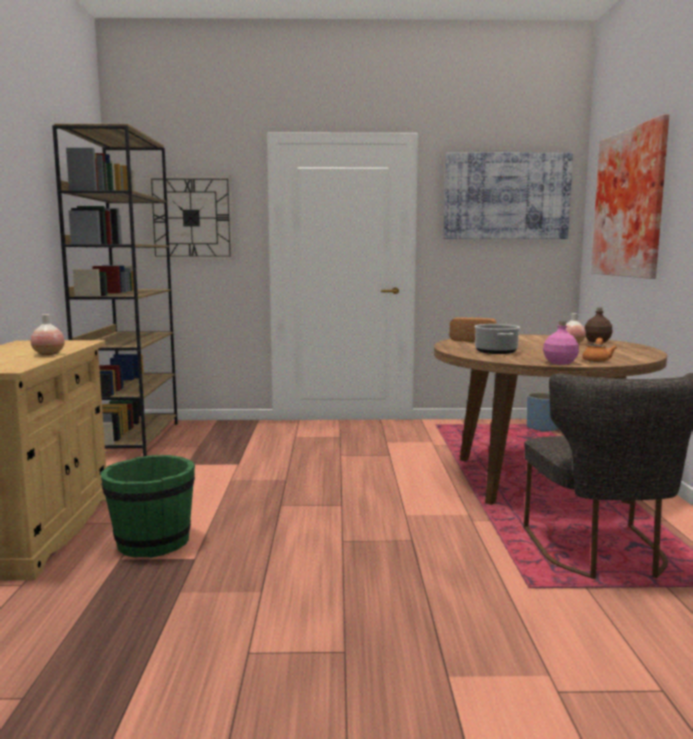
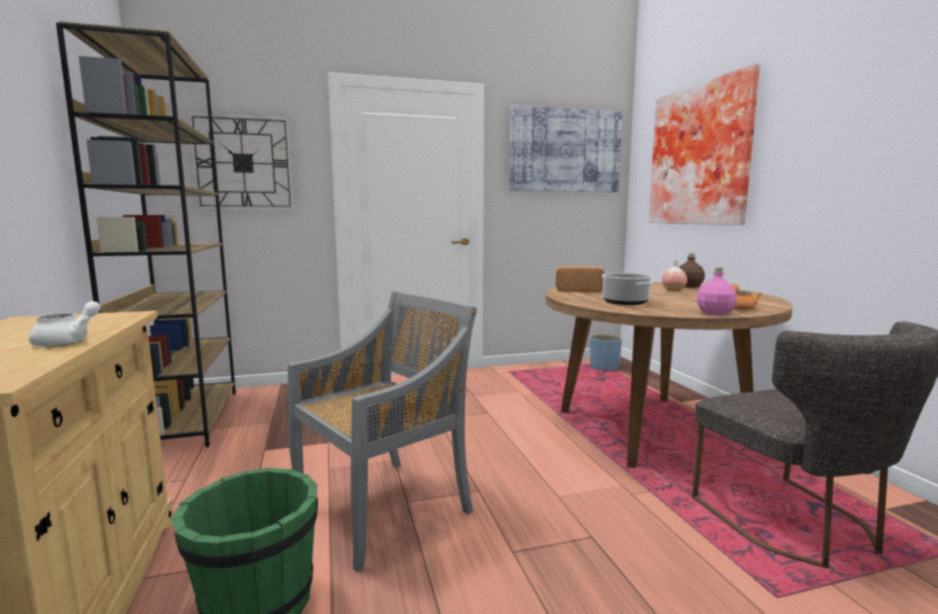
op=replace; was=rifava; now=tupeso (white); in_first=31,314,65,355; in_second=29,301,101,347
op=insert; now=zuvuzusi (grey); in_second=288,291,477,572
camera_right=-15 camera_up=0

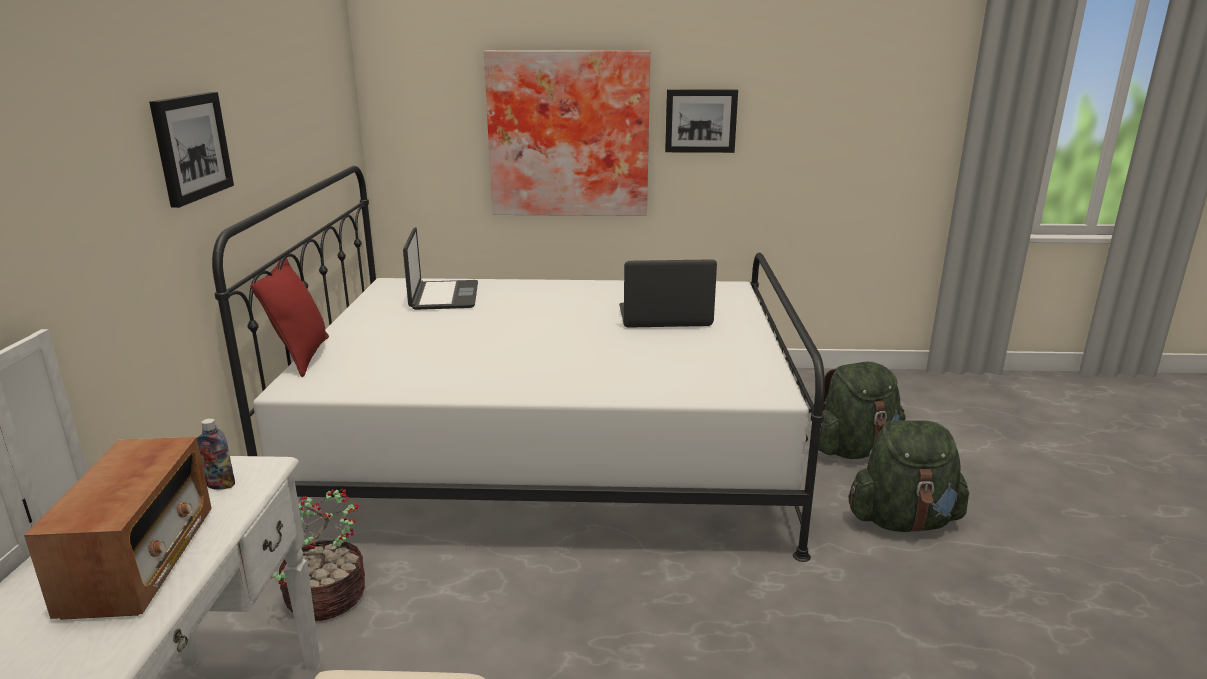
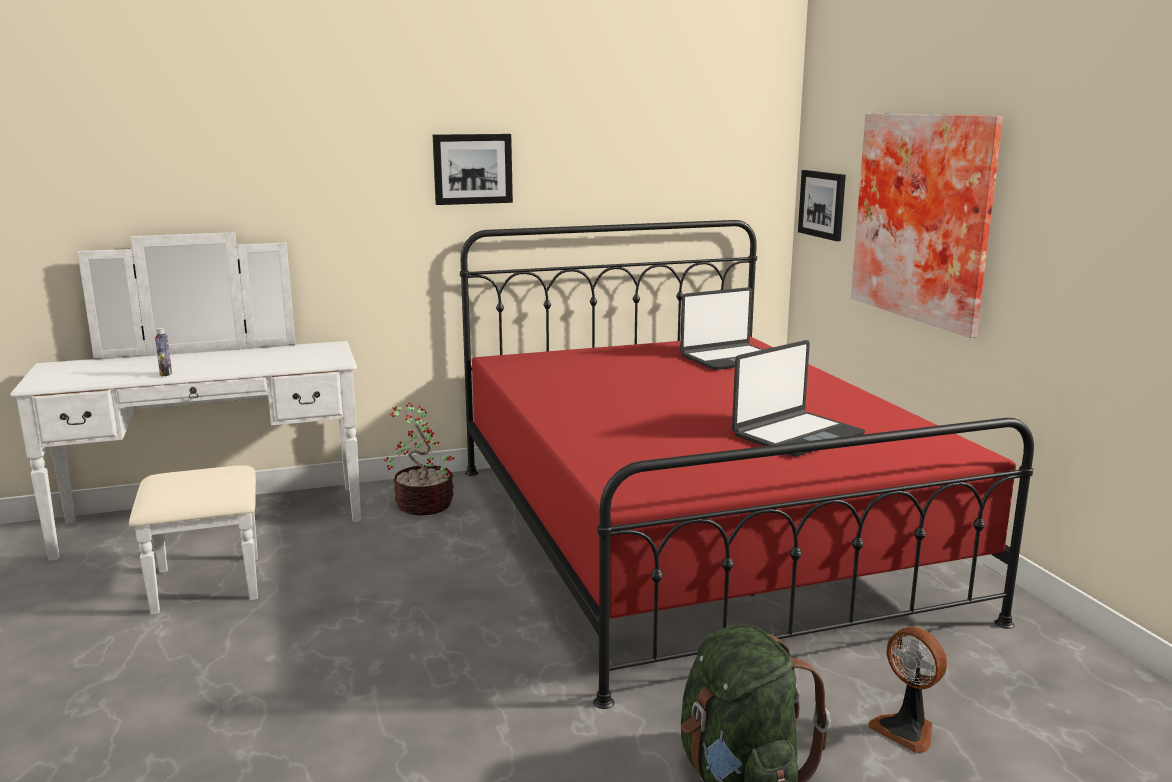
op=move; was=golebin; in_first=197,418,235,490; in_second=155,328,172,376
op=recolor; was=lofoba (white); now=lofoba (red); in_first=212,166,825,562; in_second=460,220,1034,709
op=rotate; was=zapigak; in_first=619,259,717,328; in_second=732,340,865,457; clockwise=75
op=move; was=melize; in_first=665,89,738,153; in_second=798,170,846,241
op=replace; was=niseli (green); now=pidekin; in_first=818,362,905,459; in_second=869,627,947,753
op=delete; was=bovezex; in_first=24,437,212,620
op=delete; was=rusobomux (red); in_first=250,258,329,377
camera_right=70 camera_up=-5

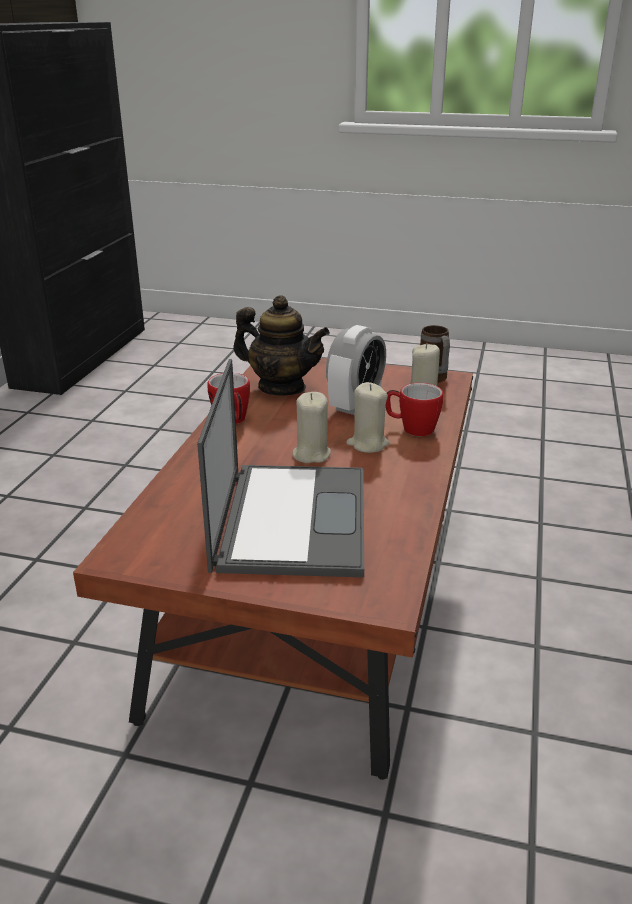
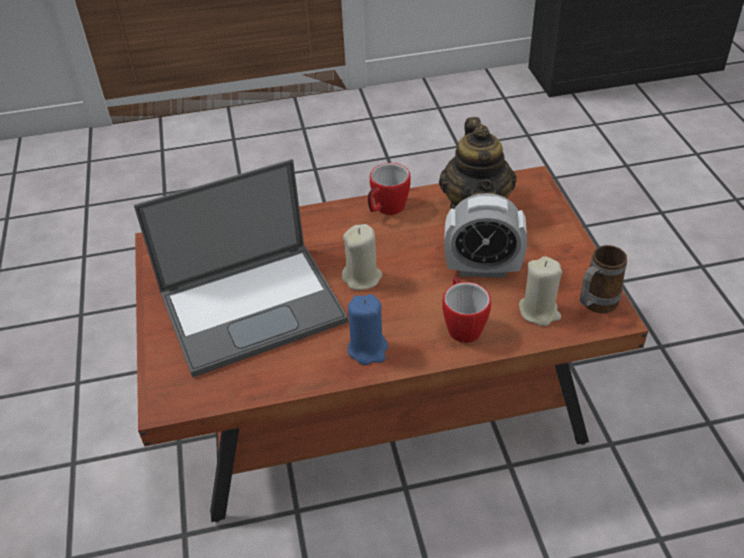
op=insert; now=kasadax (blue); in_second=348,294,388,365
op=delete; was=kasadax (beige); in_first=346,382,389,453
camera_right=65 camera_up=15

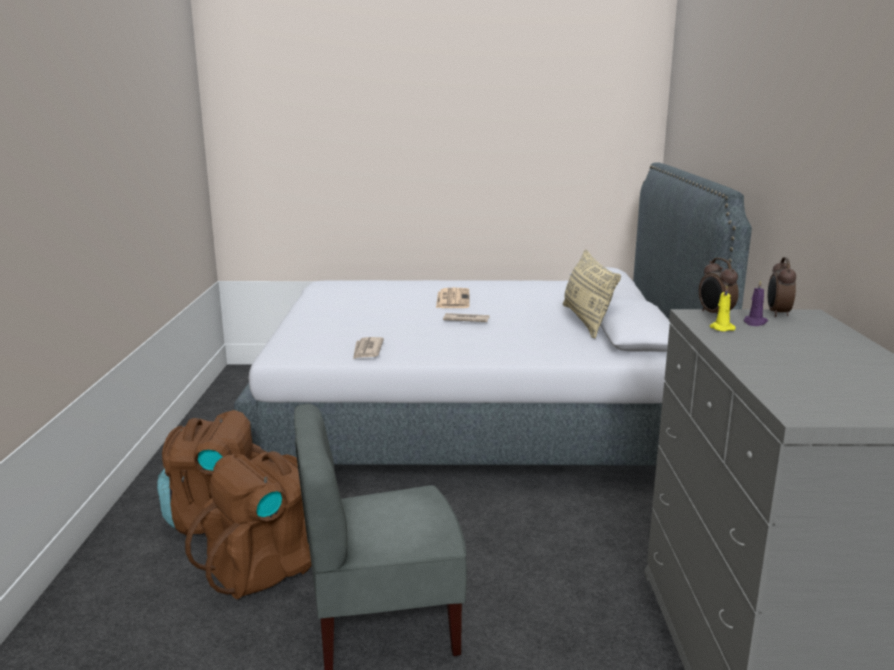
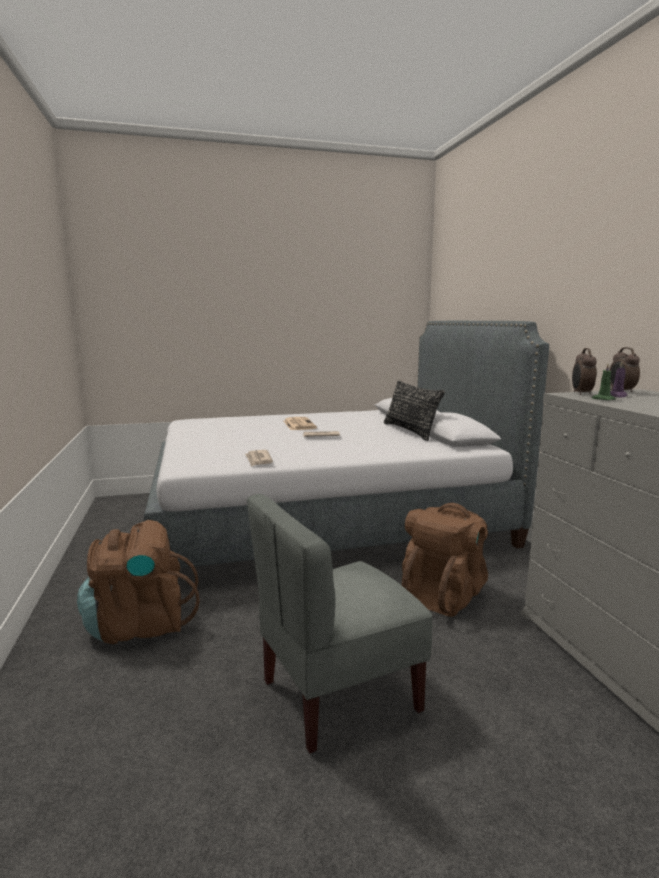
op=recolor; was=rusobomux (beige); now=rusobomux (black); in_first=563,249,621,338; in_second=384,380,445,441
op=move; was=niseli (brown); in_first=185,451,312,599; in_second=402,503,488,617
op=rotate; was=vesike; in_first=699,258,739,314; in_second=572,348,596,395; clockwise=45
op=recolor; was=kasadax (yellow); now=kasadax (green); in_first=709,286,736,332; in_second=592,364,615,400
camera_right=-15 camera_up=-5

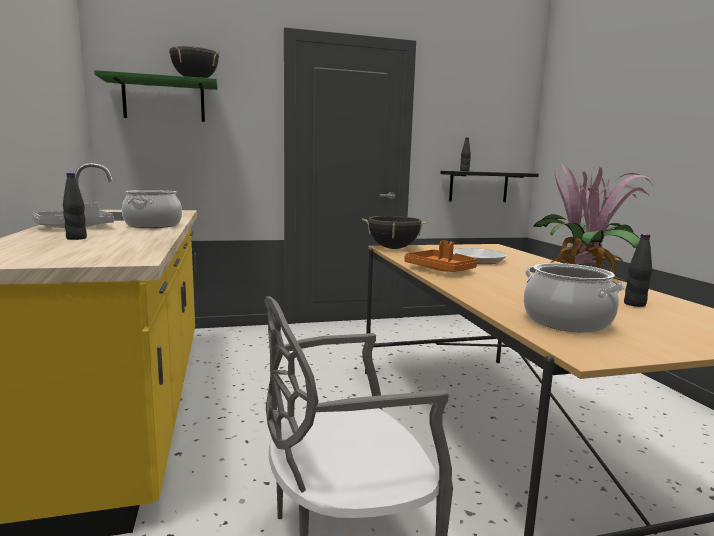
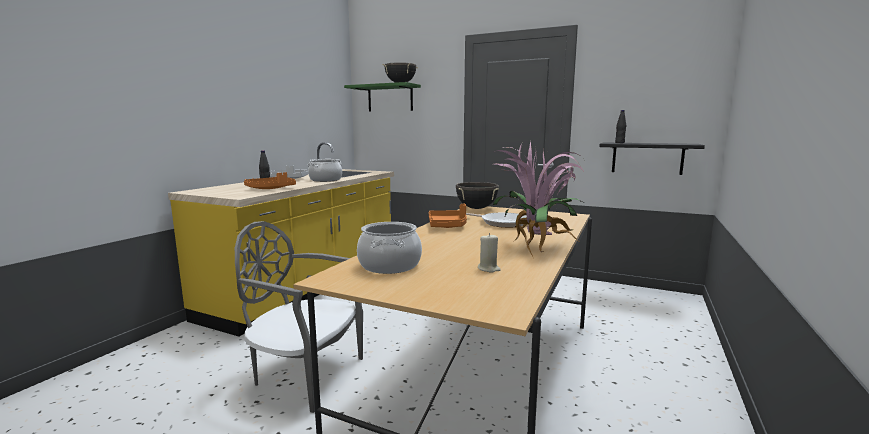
op=insert; now=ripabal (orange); in_second=244,172,296,189
op=replace; was=golebin (black); now=kasadax (beige); in_first=624,234,652,307; in_second=478,233,501,273
camera_right=40 camera_up=0

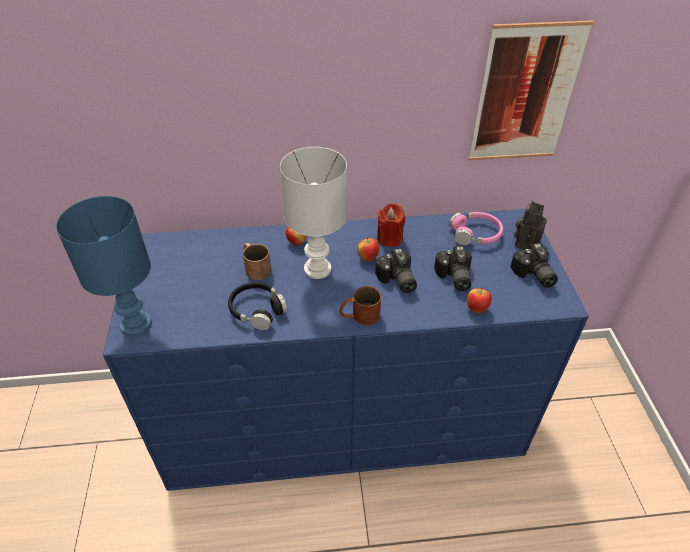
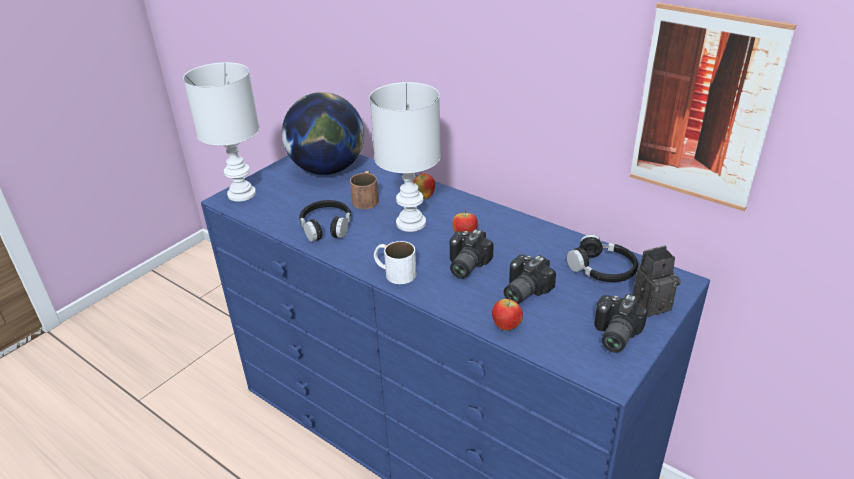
op=recolor; was=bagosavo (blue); now=bagosavo (white); in_first=56,196,152,336; in_second=183,62,259,202
op=insert; now=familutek; in_second=282,92,364,175
op=recolor; was=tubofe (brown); now=tubofe (white); in_first=339,286,381,325; in_second=374,241,417,284
op=recolor; was=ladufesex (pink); now=ladufesex (black); in_first=449,212,503,245; in_second=567,234,638,282
op=delete; was=kasadax (red); in_first=377,203,405,247
camera_right=45 camera_up=-10

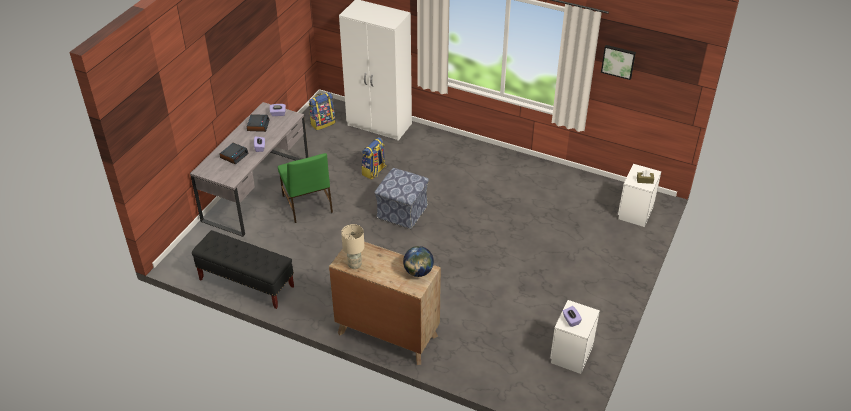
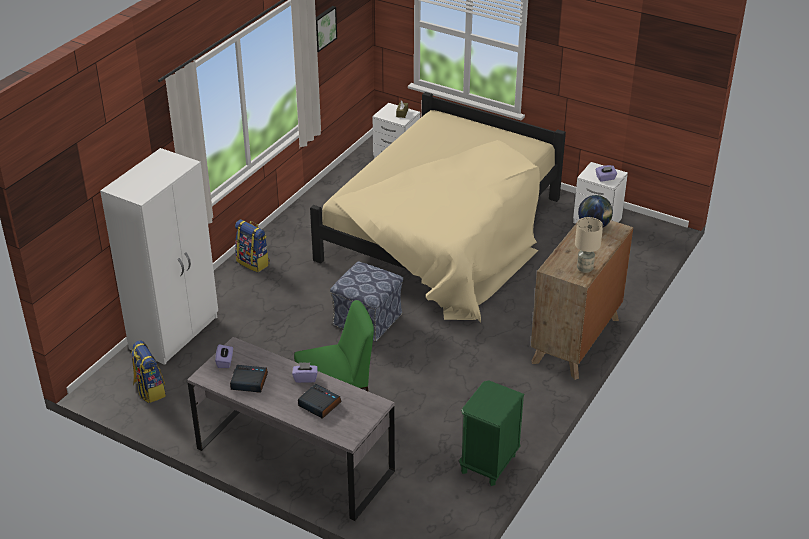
op=move; was=niseli; in_first=361,137,386,179; in_second=235,219,270,272
op=insert; now=lofoba (beige); in_second=310,92,566,323
op=replace; was=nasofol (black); now=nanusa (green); in_first=192,230,294,309; in_second=459,380,525,486
camera_right=-85 camera_up=-5

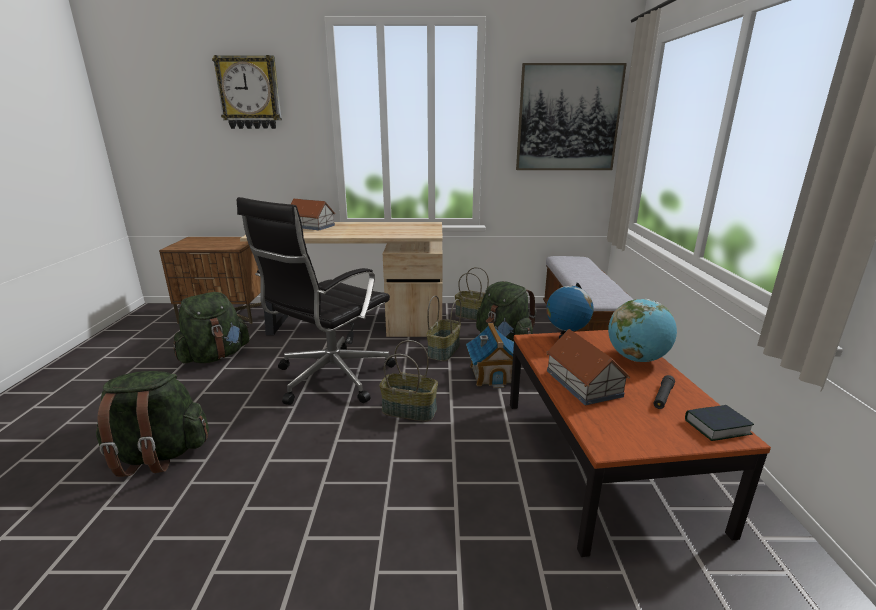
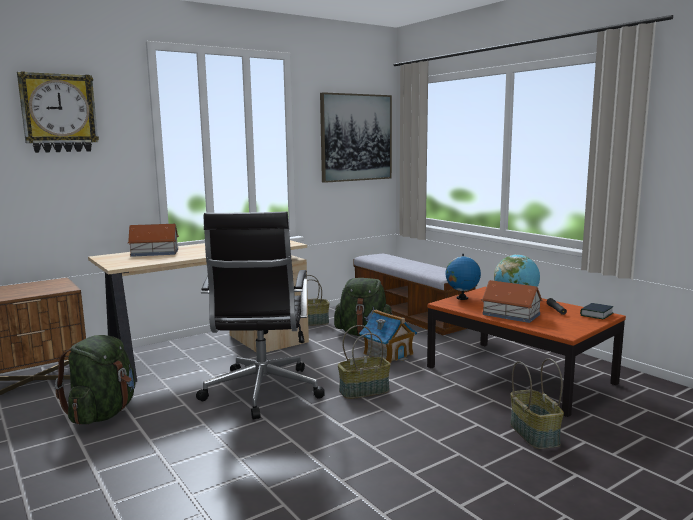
op=move; was=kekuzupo; in_first=426,295,462,361; in_second=510,358,564,449
op=delete; was=niseli (green); in_first=96,371,209,477
camera_right=-35 camera_up=-10

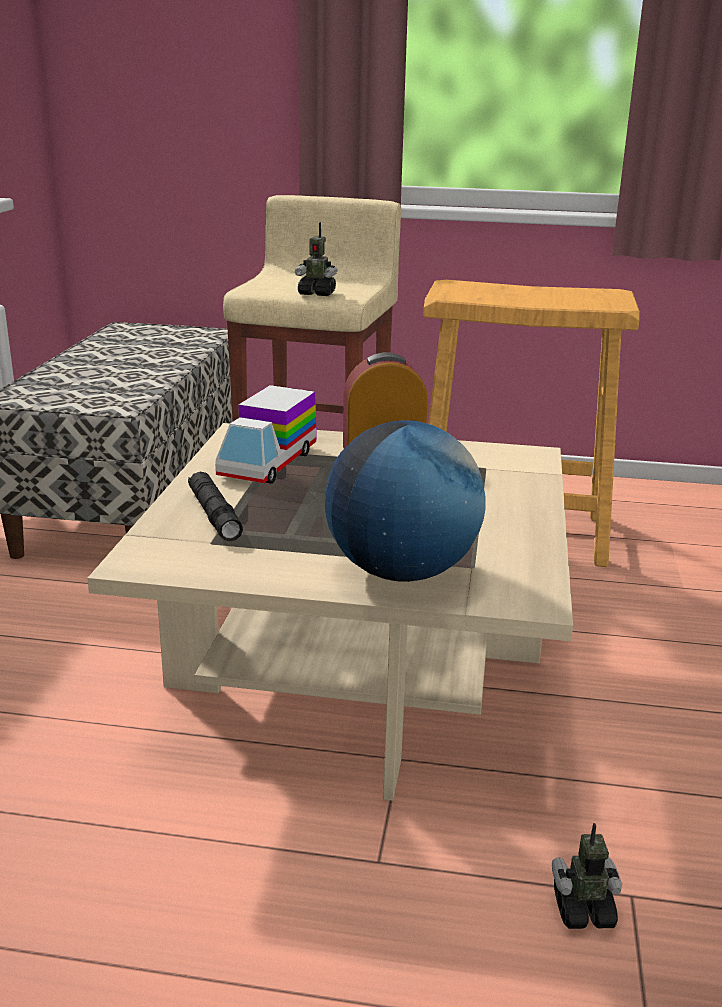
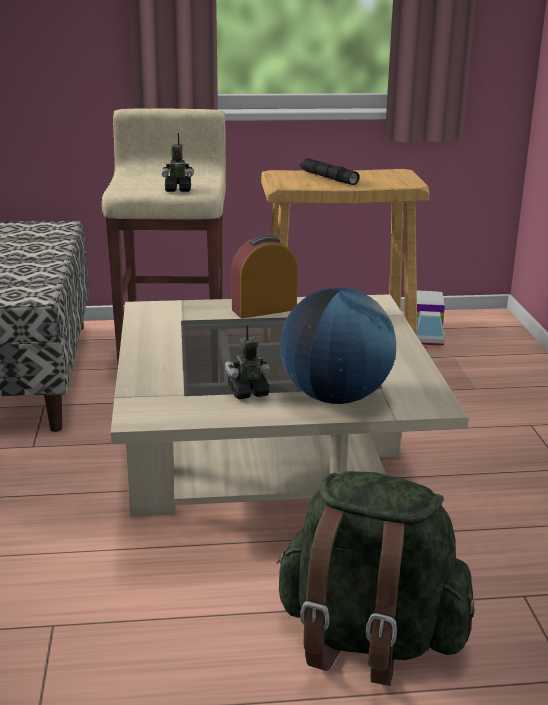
op=move; was=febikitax; in_first=552,823,622,929; in_second=225,324,270,399
op=insert; now=niseli (green); in_second=277,471,475,686
op=move; was=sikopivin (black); in_first=188,472,243,541; in_second=300,158,359,185
op=move; was=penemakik; in_first=215,385,316,484; in_second=417,290,445,346
camera_right=-15 camera_up=0

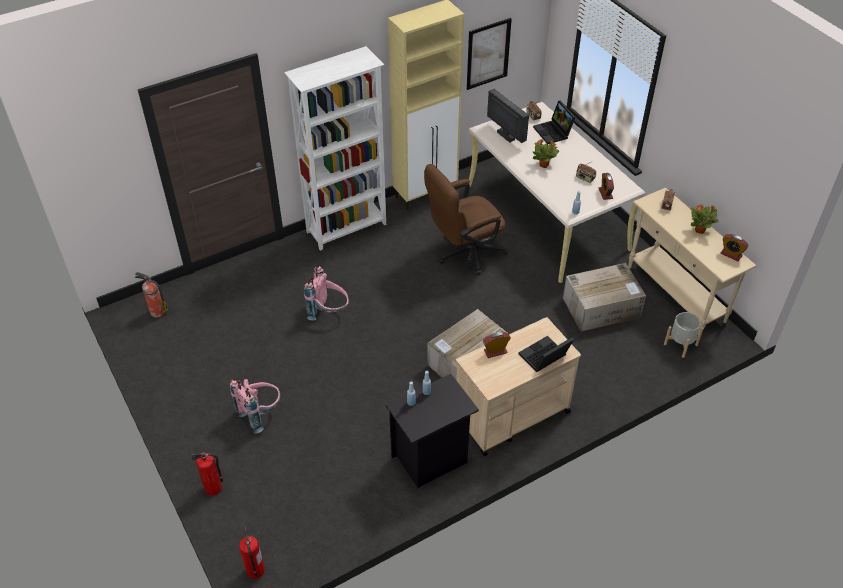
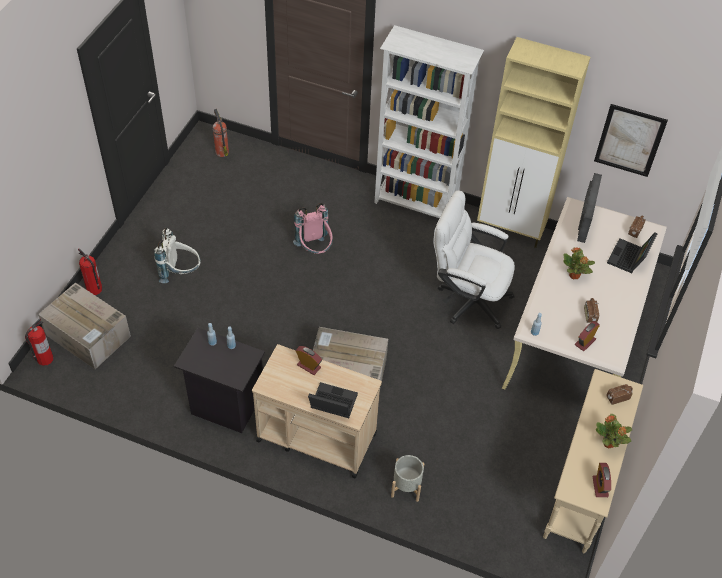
op=move; was=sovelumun; in_first=563,263,646,331; in_second=38,282,131,369
op=recolor; was=niseli (pink); now=niseli (white); in_first=230,378,281,434; in_second=154,228,201,283
op=move; was=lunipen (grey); in_first=664,312,703,358; in_second=391,455,424,502
op=recolor; was=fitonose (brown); now=fitonose (white); in_first=424,164,508,275; in_second=433,190,515,329
camera_right=50 camera_up=5

